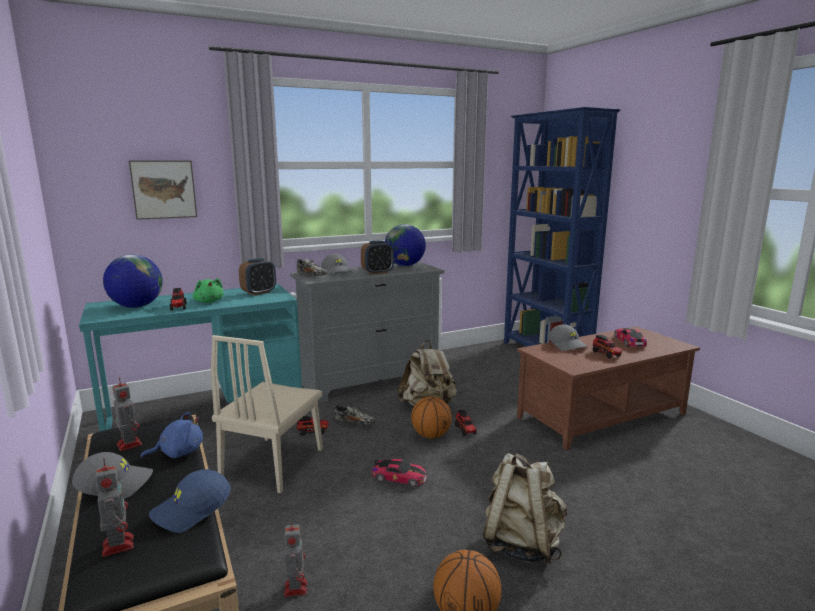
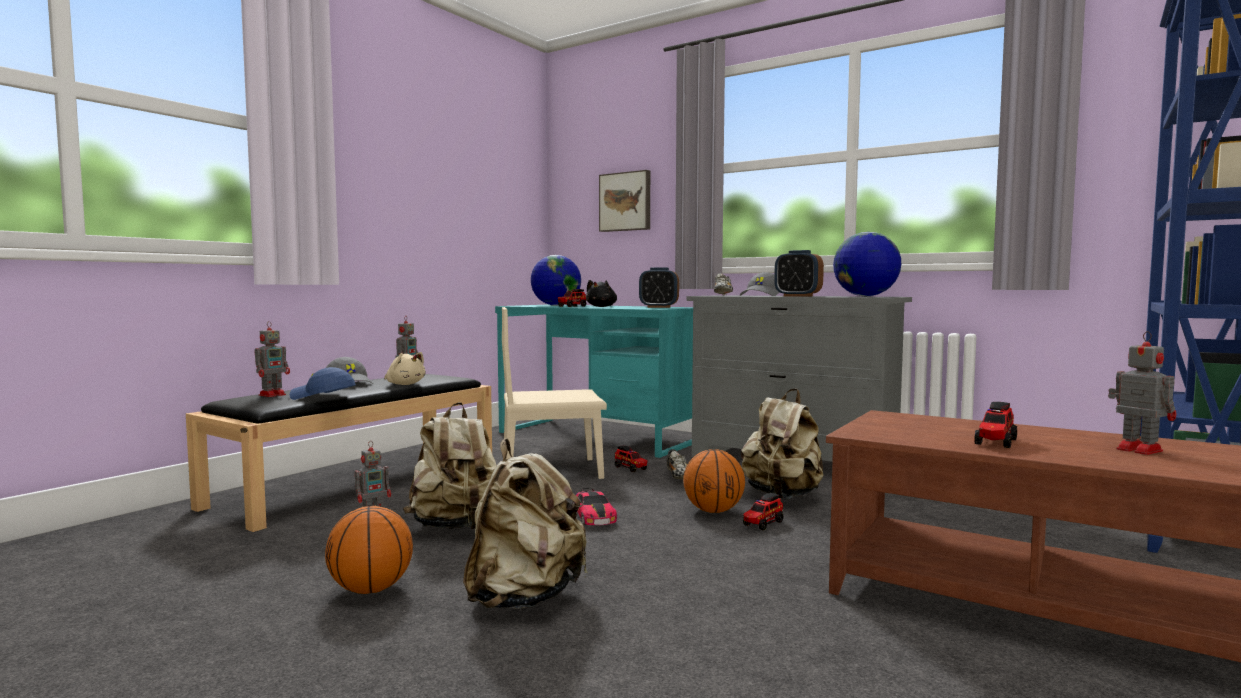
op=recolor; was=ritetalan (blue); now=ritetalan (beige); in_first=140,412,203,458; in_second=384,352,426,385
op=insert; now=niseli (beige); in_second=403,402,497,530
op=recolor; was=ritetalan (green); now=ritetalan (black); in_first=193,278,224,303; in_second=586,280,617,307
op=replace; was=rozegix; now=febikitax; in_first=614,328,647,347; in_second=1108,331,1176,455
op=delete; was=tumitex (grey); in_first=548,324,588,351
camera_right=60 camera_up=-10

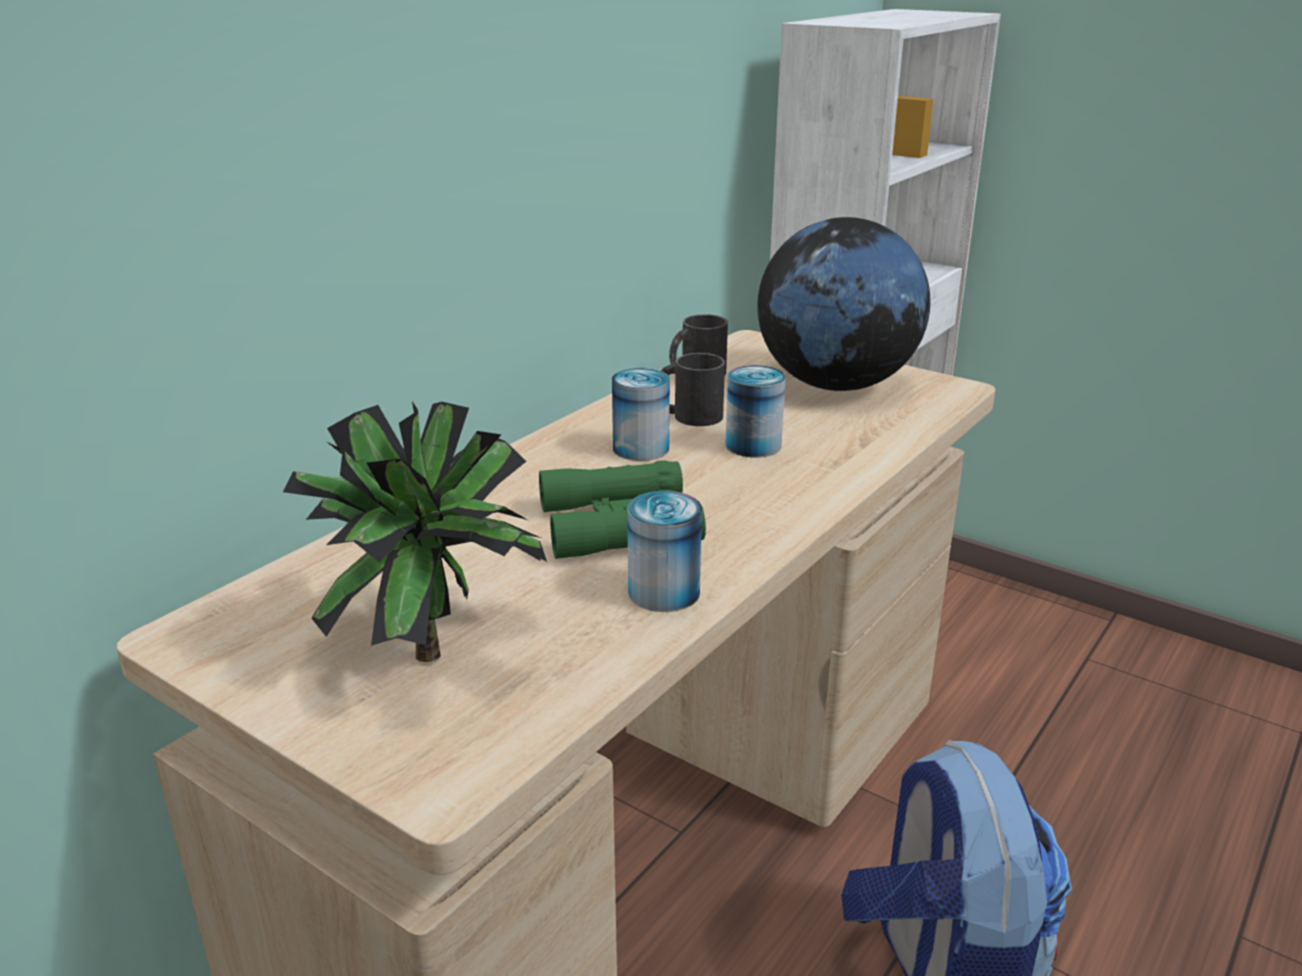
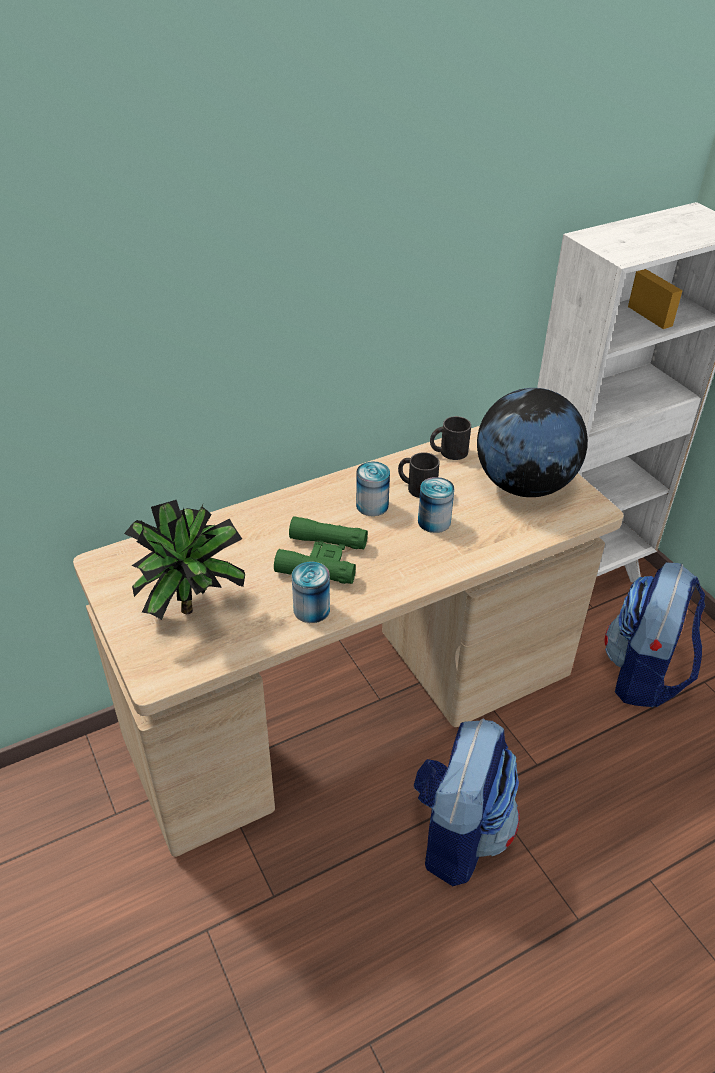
op=insert; now=niseli; in_second=604,563,705,707
camera_right=25 camera_up=15

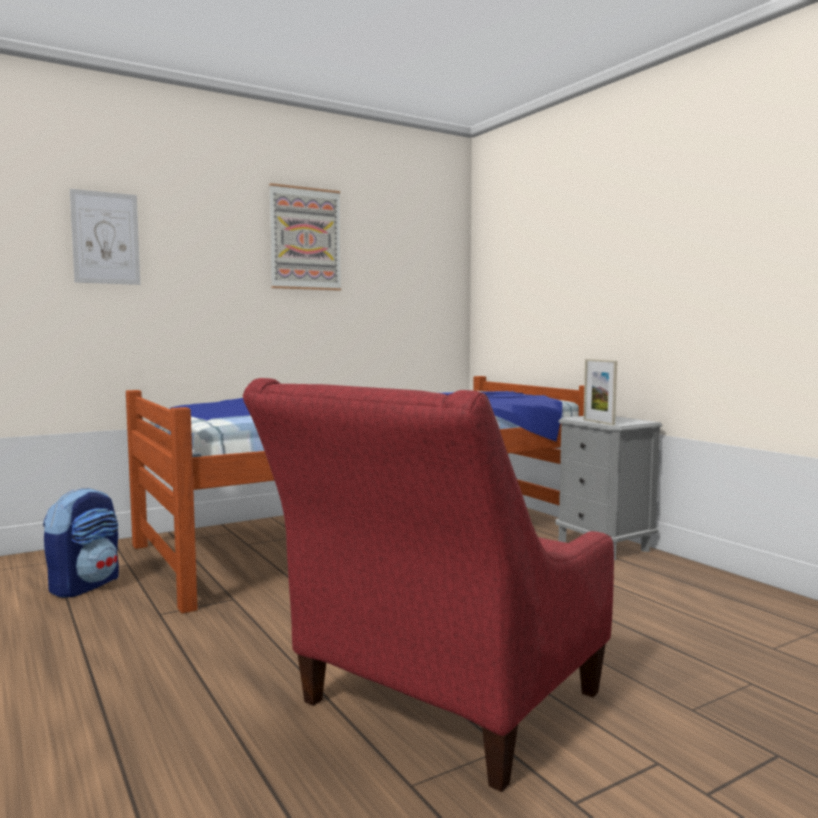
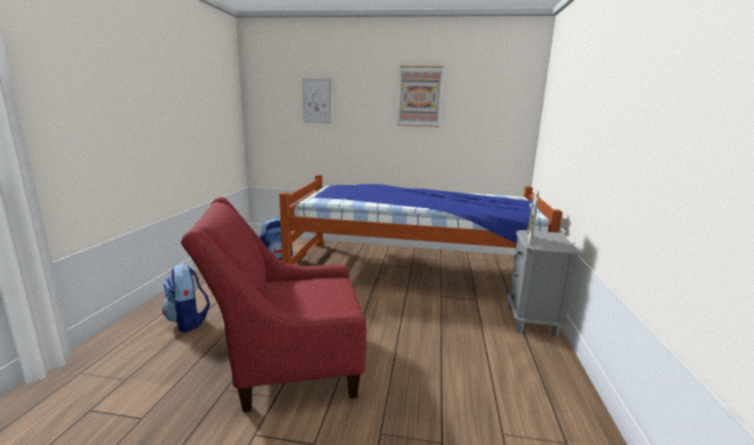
op=insert; now=niseli; in_second=162,264,210,332
camera_right=40 camera_up=10

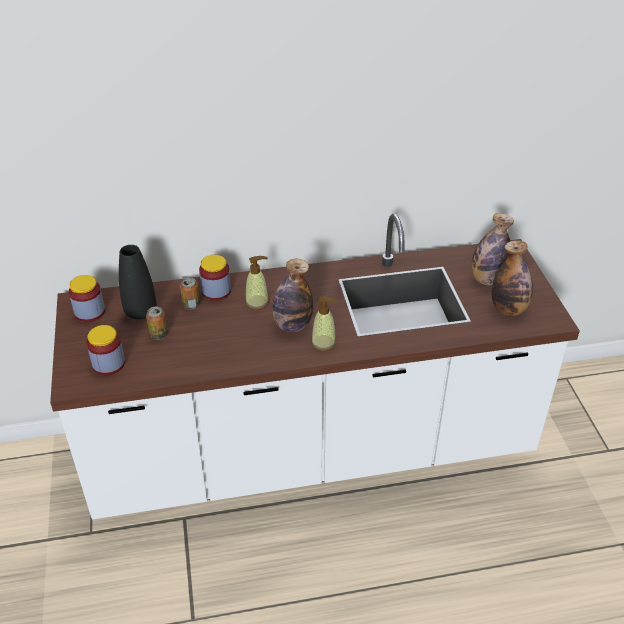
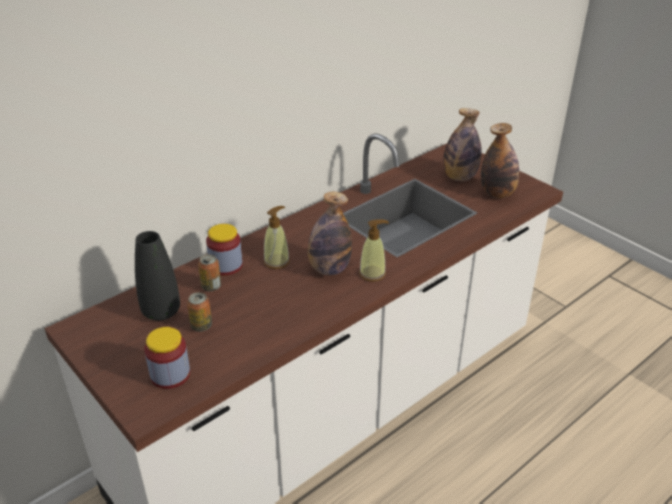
op=delete; was=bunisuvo; in_first=69,275,105,322
camera_right=-30 camera_up=-5

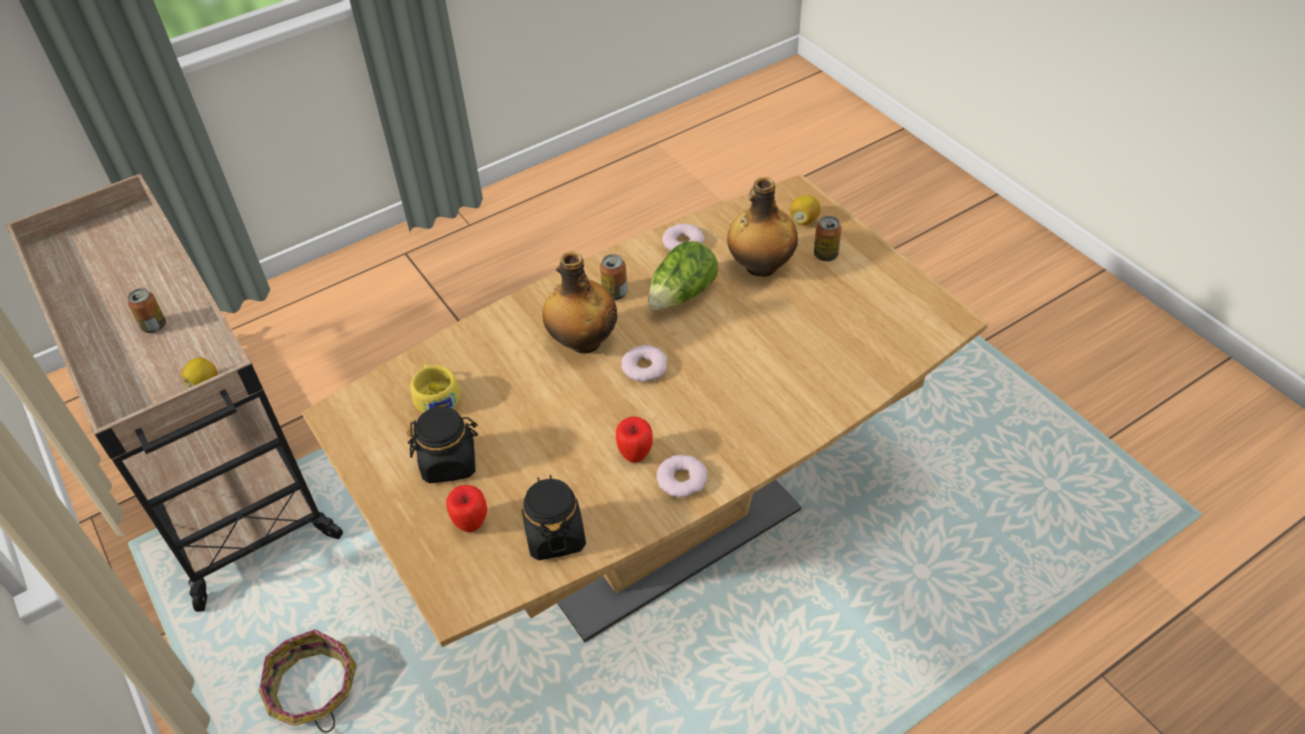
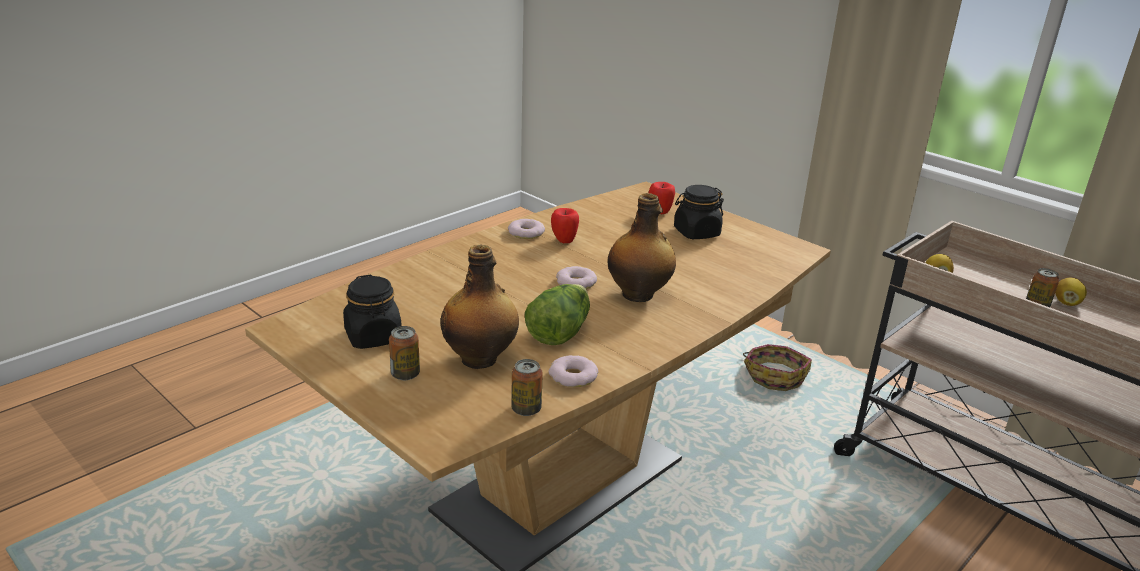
op=move; was=bunisuvo (black); in_first=522,475,586,560; in_second=343,274,402,349
op=move; was=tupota; in_first=600,254,627,300; in_second=511,359,543,416
op=move; was=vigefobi; in_first=790,195,821,225; in_second=1055,278,1087,306
op=delete; was=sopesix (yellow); in_first=410,364,461,414
camera_right=165 camera_up=-20

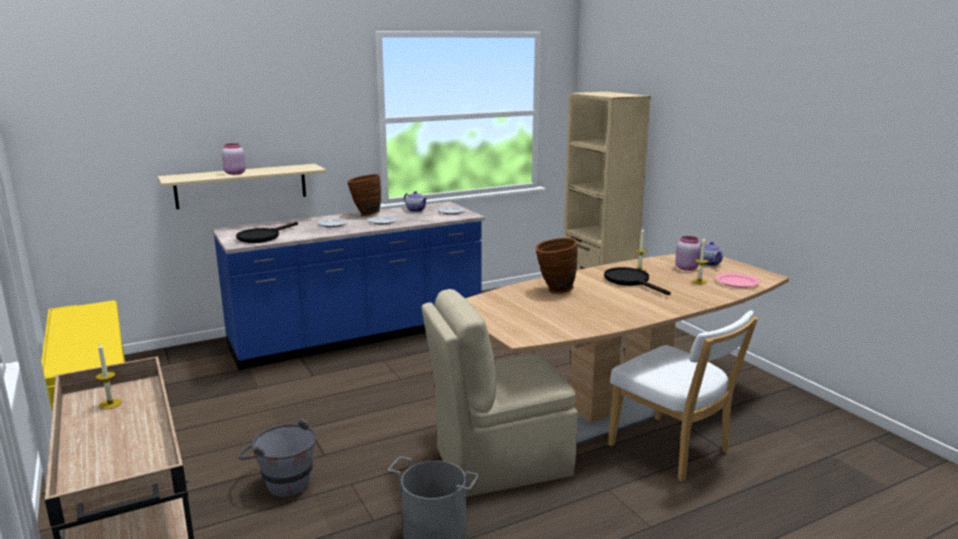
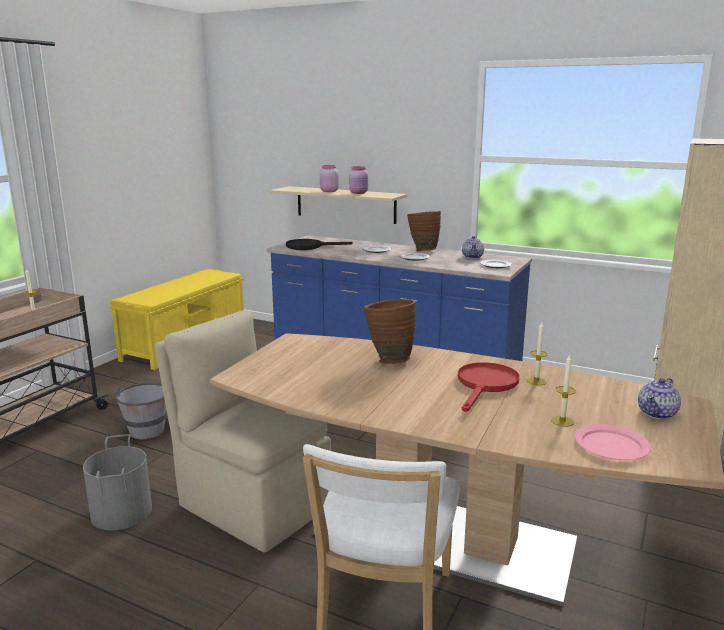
op=move; was=bunisuvo (pink); in_first=675,236,701,271; in_second=349,166,368,194
op=recolor; was=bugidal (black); now=bugidal (red); in_first=604,267,671,295; in_second=458,362,520,412
camera_right=55 camera_up=0

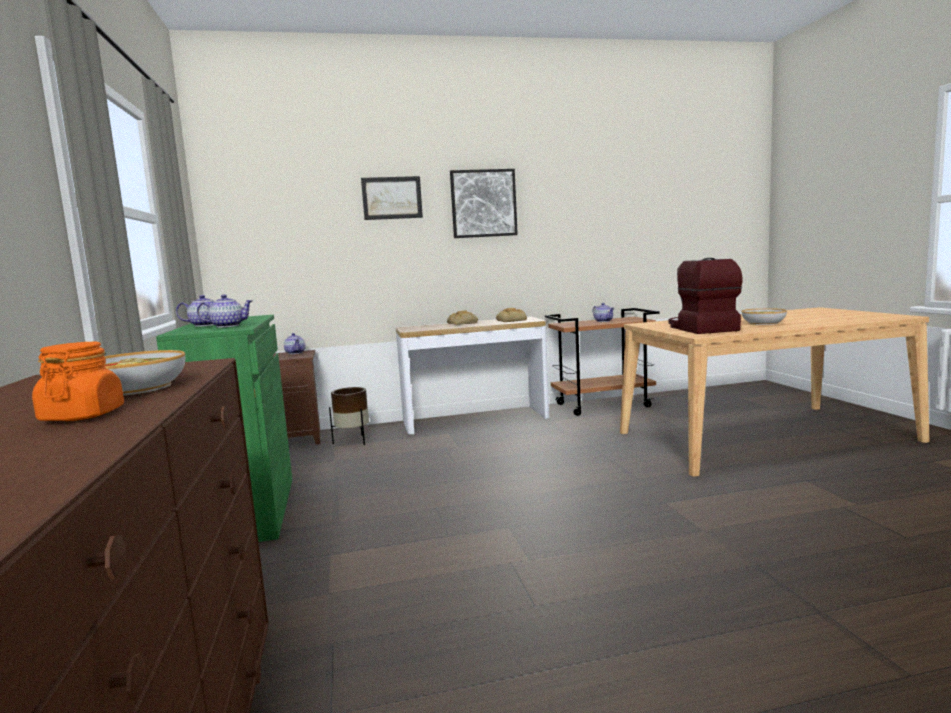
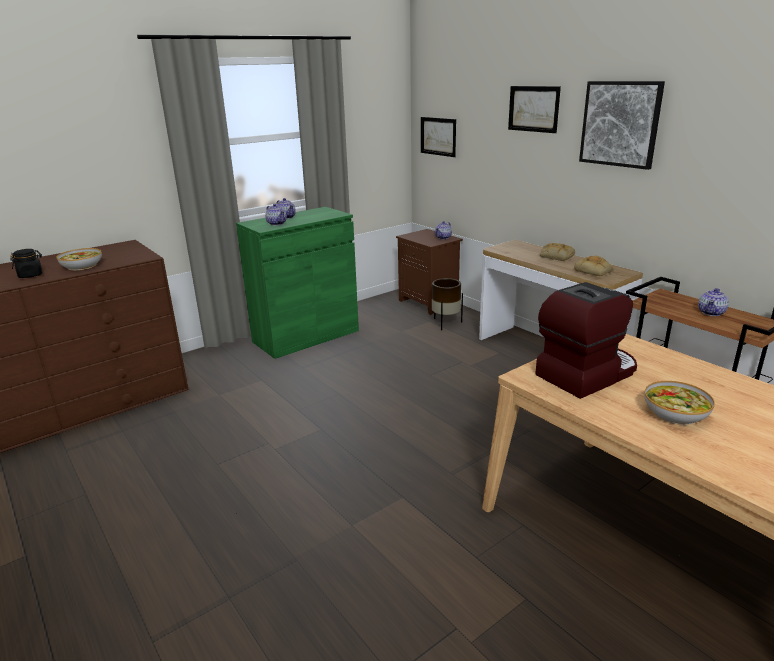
op=recolor; was=bunisuvo (orange); now=bunisuvo (black); in_first=32,342,124,421; in_second=10,249,42,278
op=insert; now=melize; in_second=421,117,456,157
camera_right=65 camera_up=15

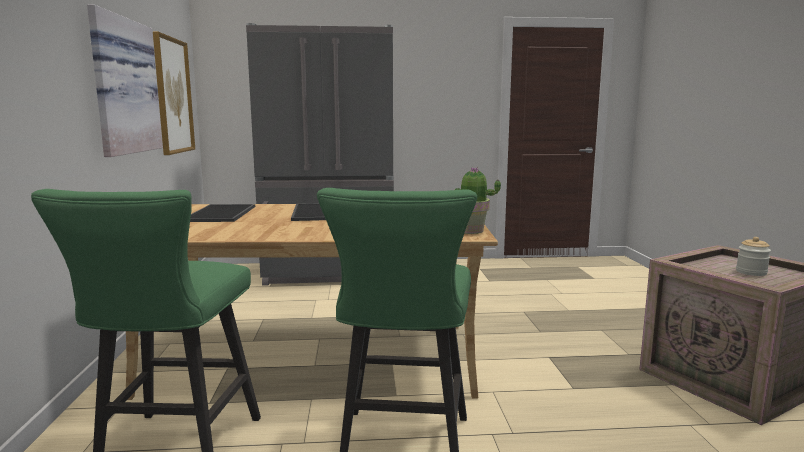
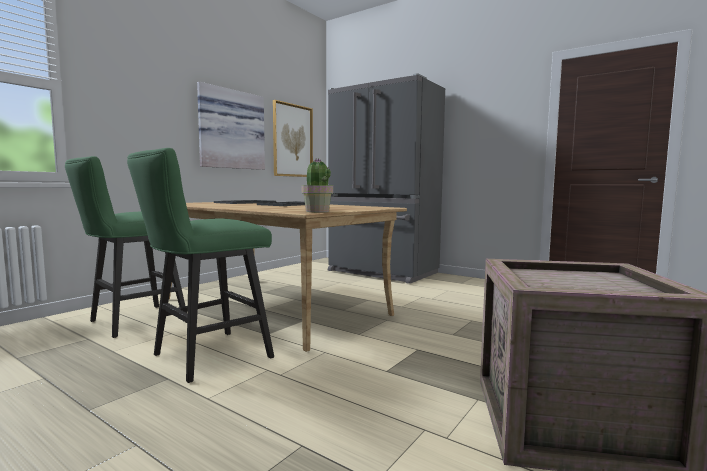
op=delete; was=bunisuvo; in_first=736,237,771,276
camera_right=40 camera_up=-5

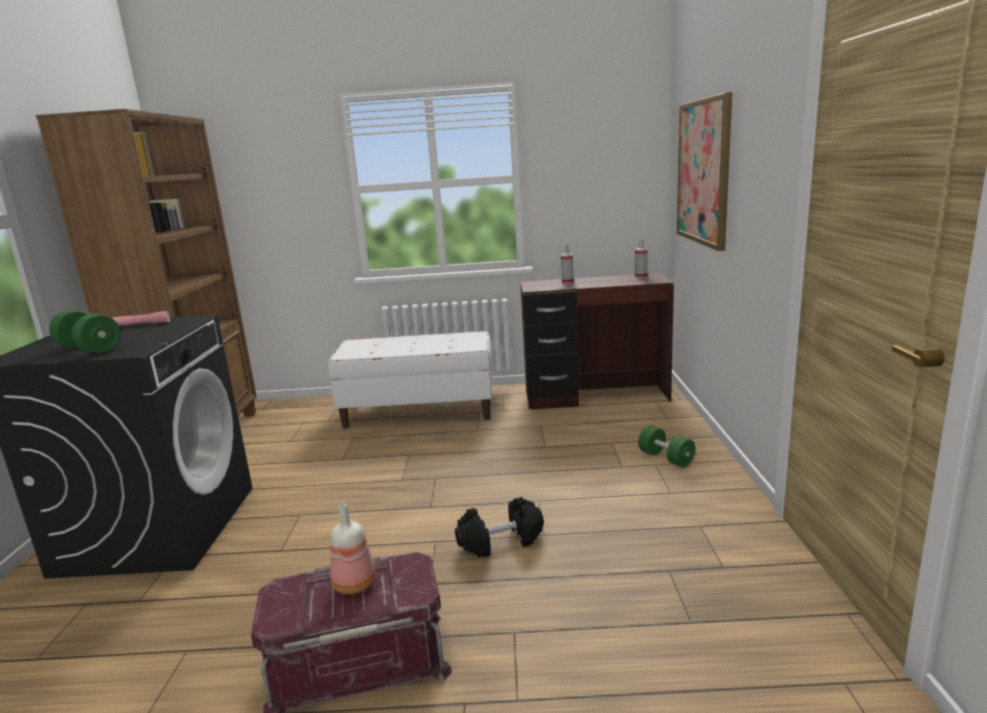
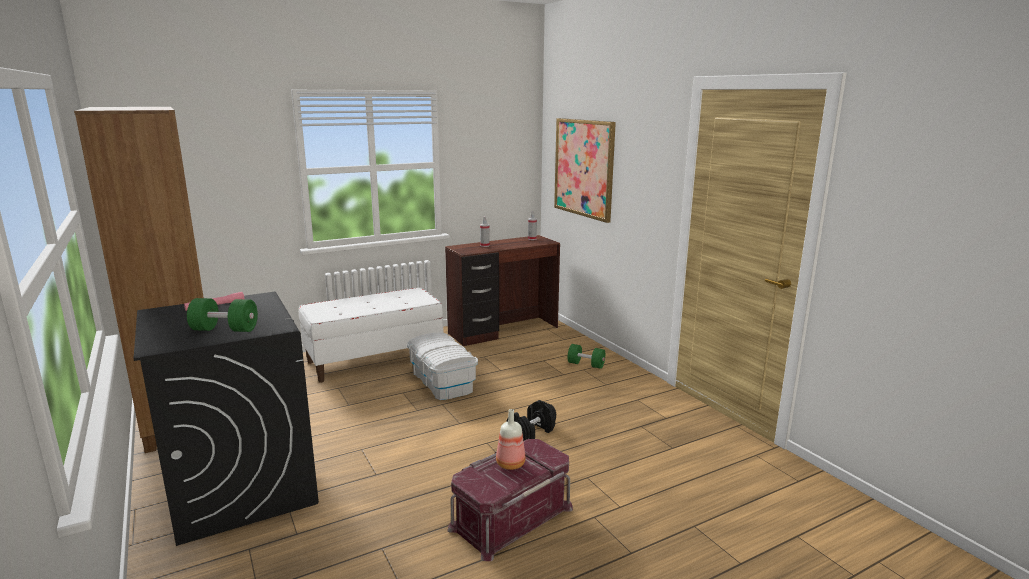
op=insert; now=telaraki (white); in_second=407,333,478,400
camera_right=-30 camera_up=0

